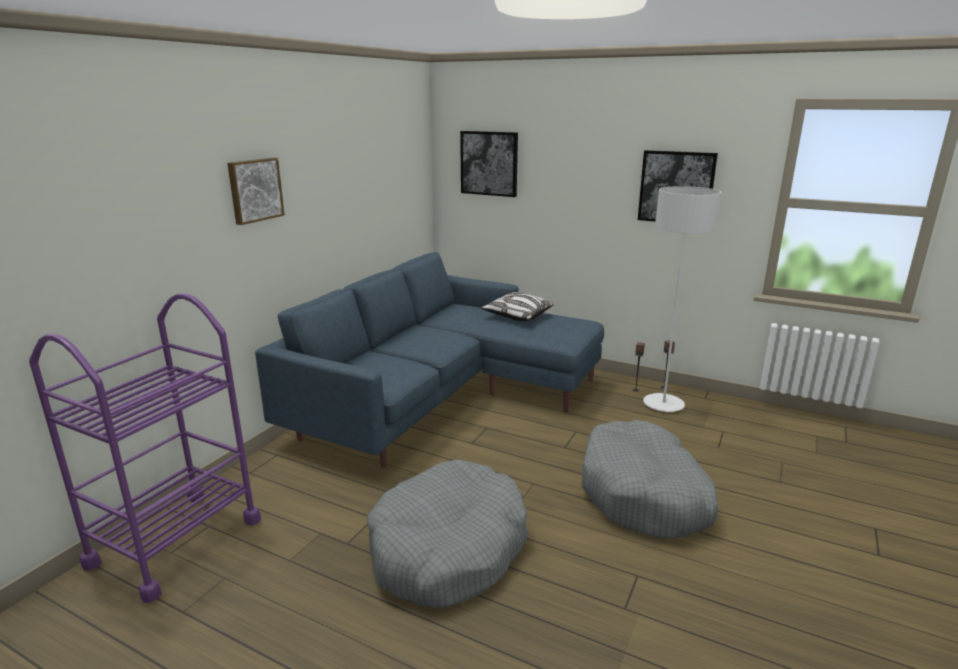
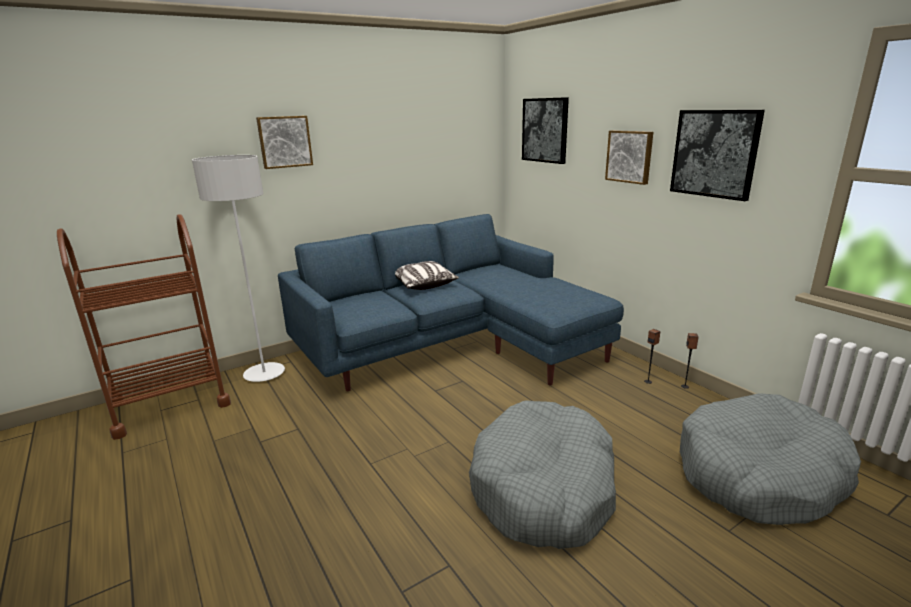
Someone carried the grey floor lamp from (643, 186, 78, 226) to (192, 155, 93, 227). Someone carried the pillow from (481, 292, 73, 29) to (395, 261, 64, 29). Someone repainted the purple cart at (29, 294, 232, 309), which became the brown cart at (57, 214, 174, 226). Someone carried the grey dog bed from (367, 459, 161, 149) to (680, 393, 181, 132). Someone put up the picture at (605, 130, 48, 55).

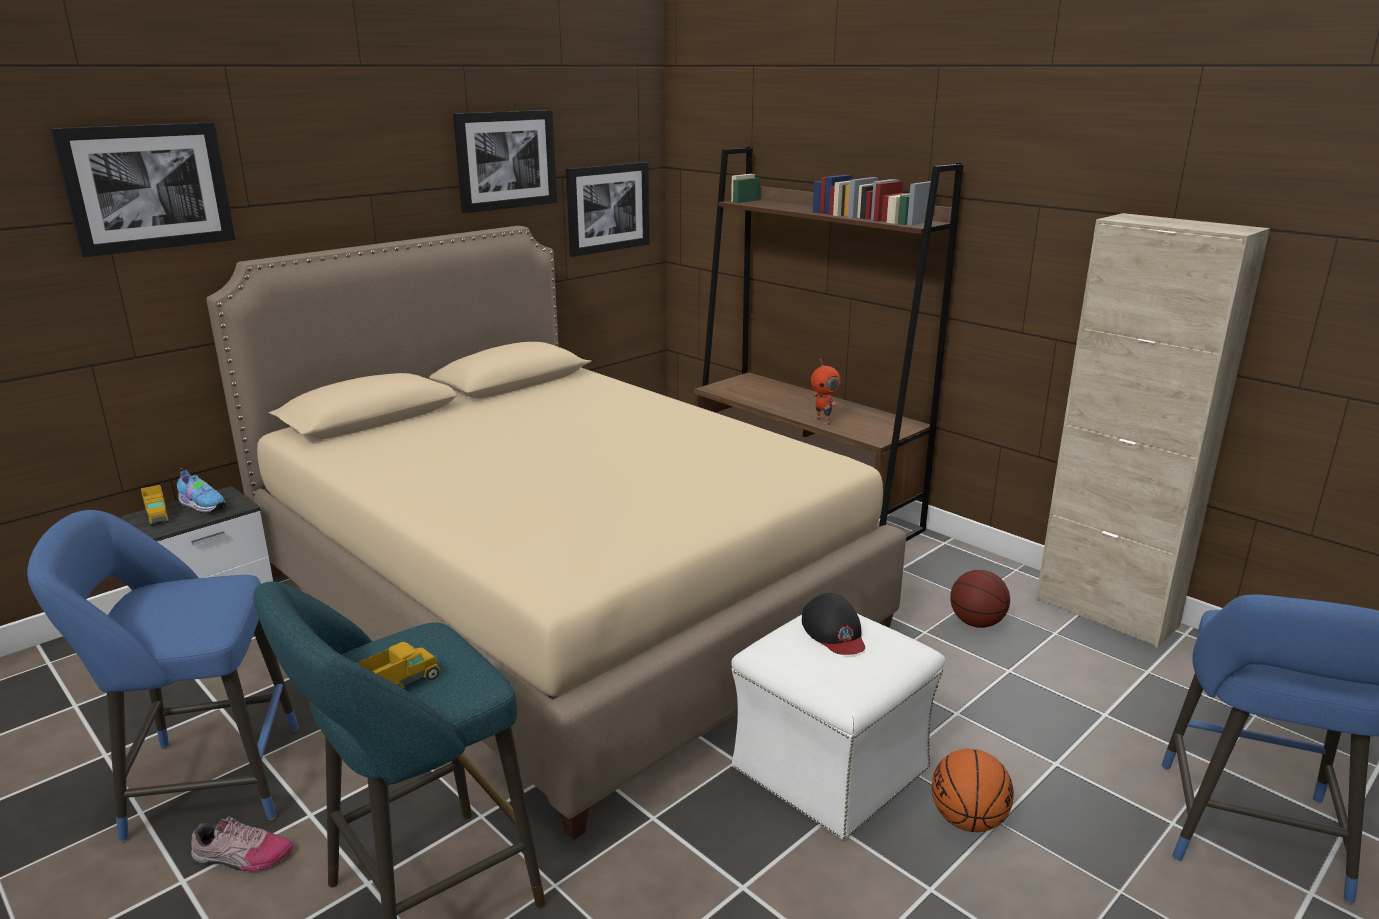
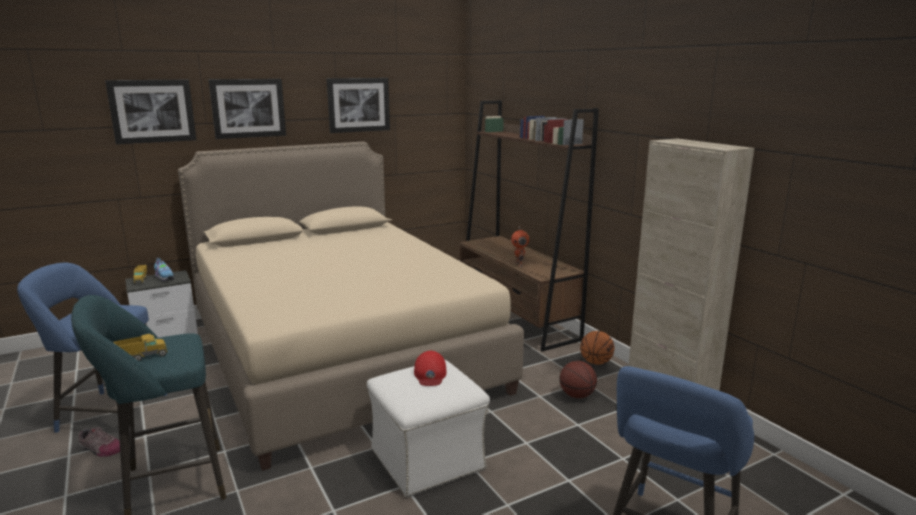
Someone carried the picture from (566, 162, 84, 95) to (209, 79, 77, 60). Someone repainted the black cap at (802, 593, 63, 62), which became the red cap at (414, 351, 33, 35). Someone carried the basketball from (932, 749, 82, 83) to (580, 331, 35, 34).

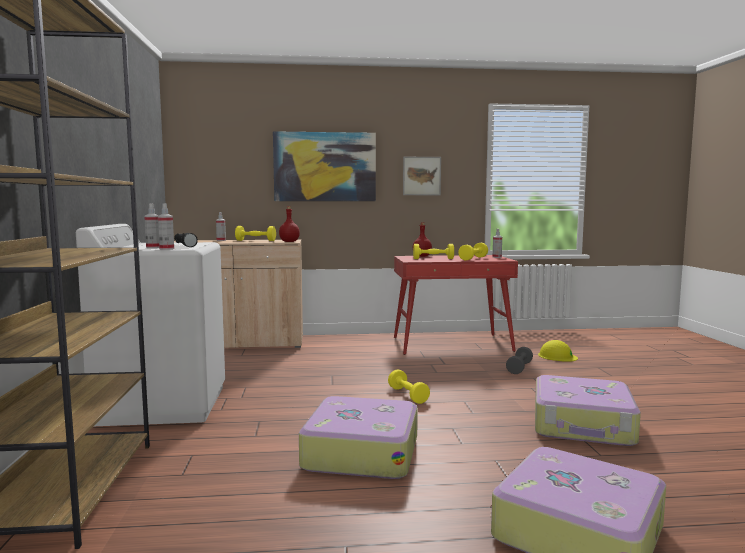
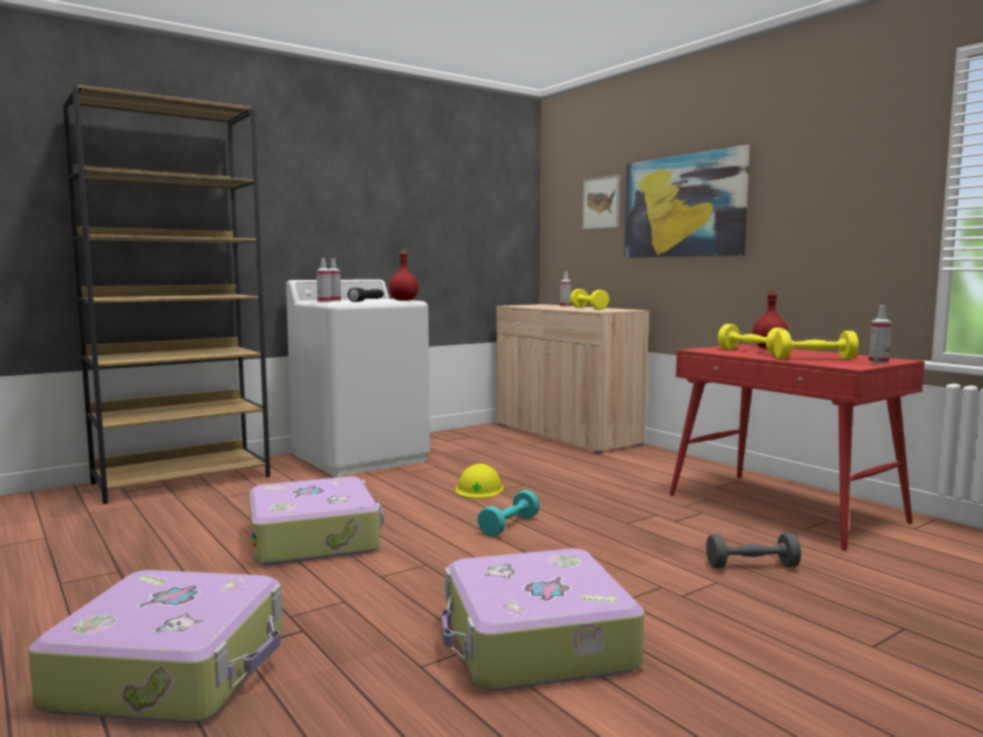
Someone carried the picture from (403, 157, 38, 38) to (582, 175, 38, 55). Someone carried the red bottle from (279, 206, 21, 36) to (389, 250, 29, 51). Someone carried the yellow hard hat from (538, 340, 40, 22) to (456, 464, 48, 34). Someone repainted the yellow dumbbell at (388, 369, 42, 35), which became the turquoise dumbbell at (477, 490, 63, 47).

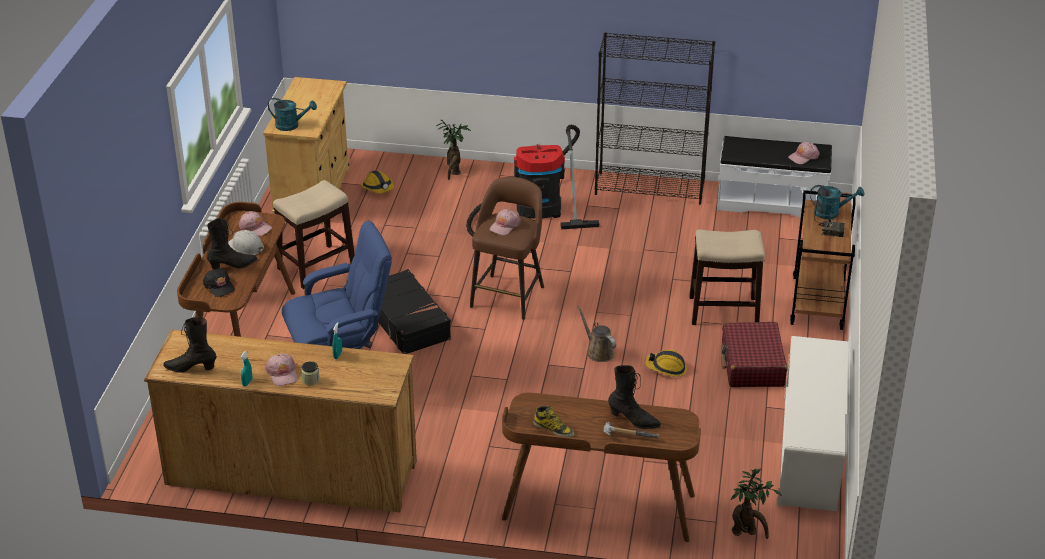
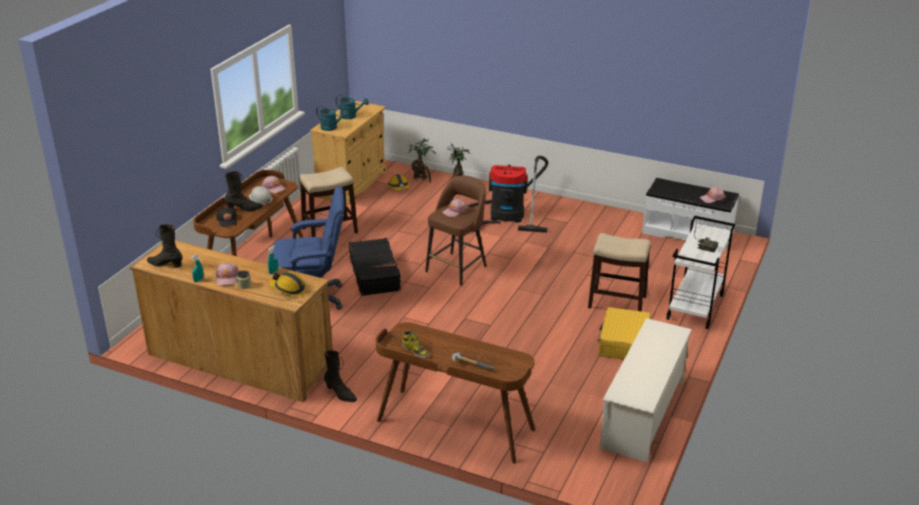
Someone took away the black bookcase at (595, 32, 120, 173). Someone carried the turquoise watering can from (810, 185, 54, 34) to (335, 95, 34, 24). Someone repainted the brown cart at (790, 190, 66, 140), which became the white cart at (667, 216, 69, 113). Someone took away the brown watering can at (577, 306, 39, 56). Someone repainted the red suitcase at (721, 322, 66, 65), which became the yellow suitcase at (598, 307, 53, 53). Someone carried the hard hat from (645, 350, 42, 27) to (269, 272, 38, 24). Someone carried the black boot from (608, 365, 53, 64) to (324, 350, 33, 52). Someone carried the potted plant from (730, 469, 52, 70) to (409, 138, 27, 44).

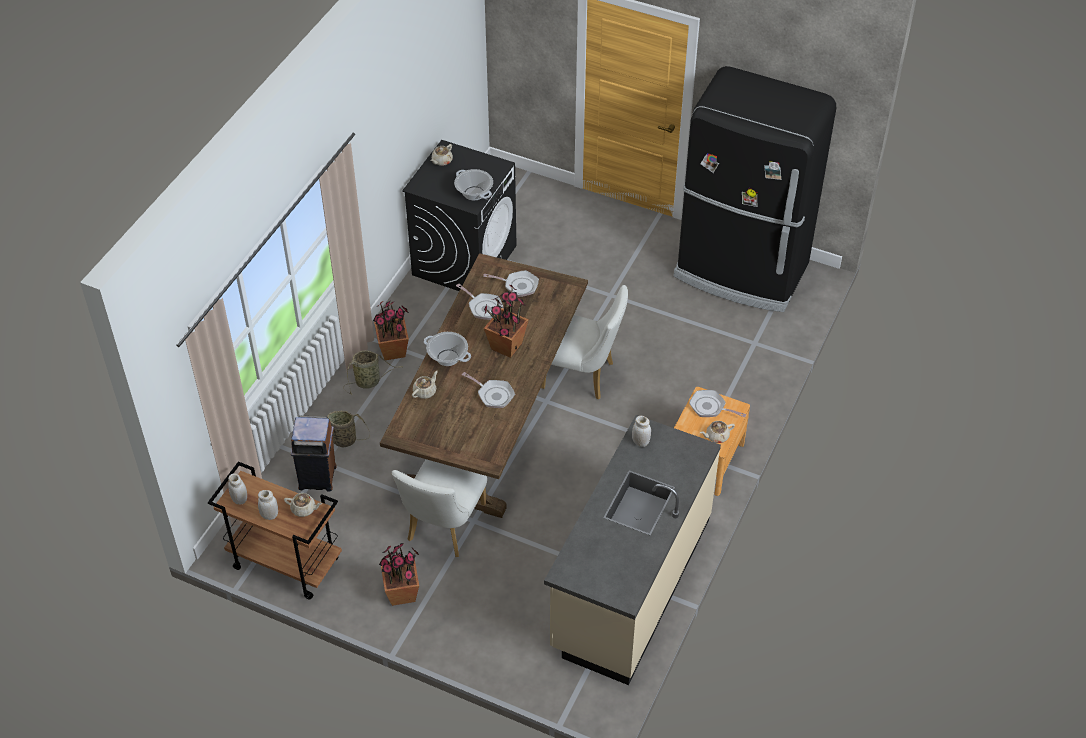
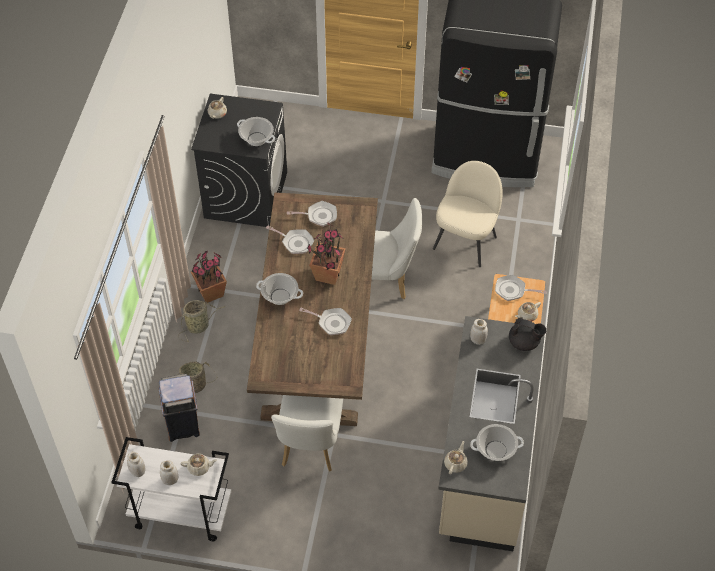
Someone carried the beige teapot from (412, 371, 26, 28) to (444, 441, 24, 33). Someone repainted the brown cart at (208, 462, 134, 138), which became the white cart at (111, 437, 121, 104). Someone took away the potted plant at (379, 543, 41, 63). Someone put down the beige chair at (433, 161, 70, 106). Someone put down the black teapot at (509, 317, 37, 34). Someone put down the cooking pot at (470, 424, 54, 37).

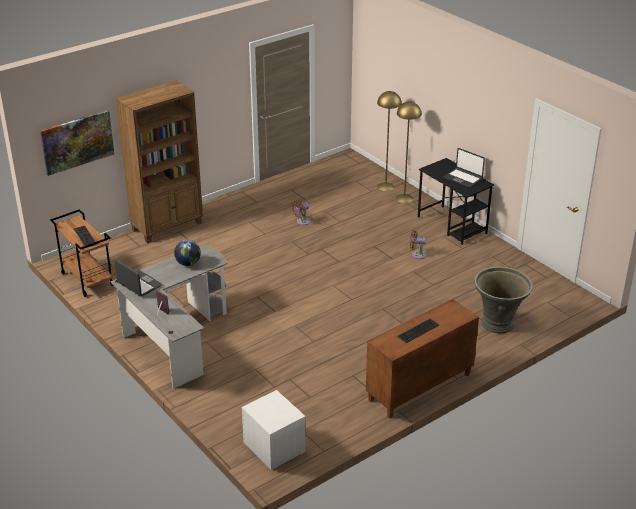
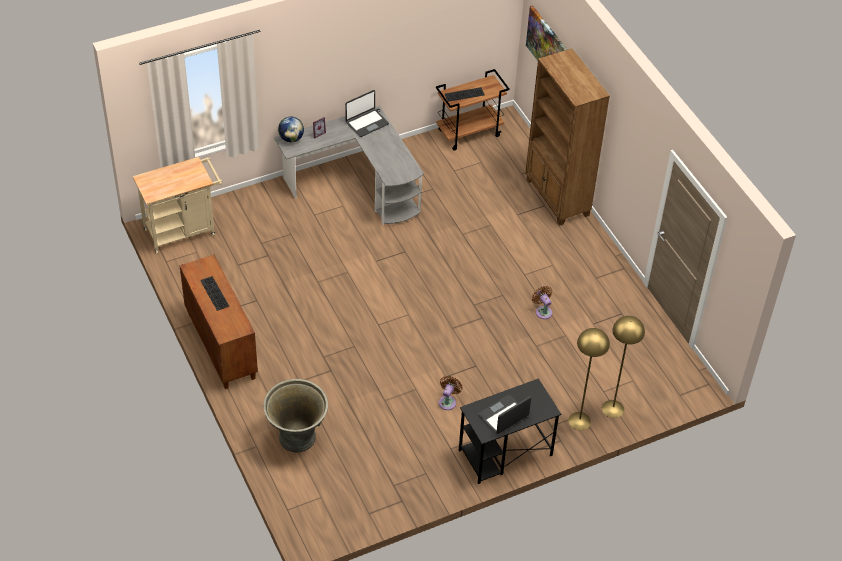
Someone carried the globe from (174, 240, 27, 26) to (278, 117, 26, 25). Someone swapped the white nightstand at (242, 390, 64, 80) for the beige cart at (133, 157, 90, 97).

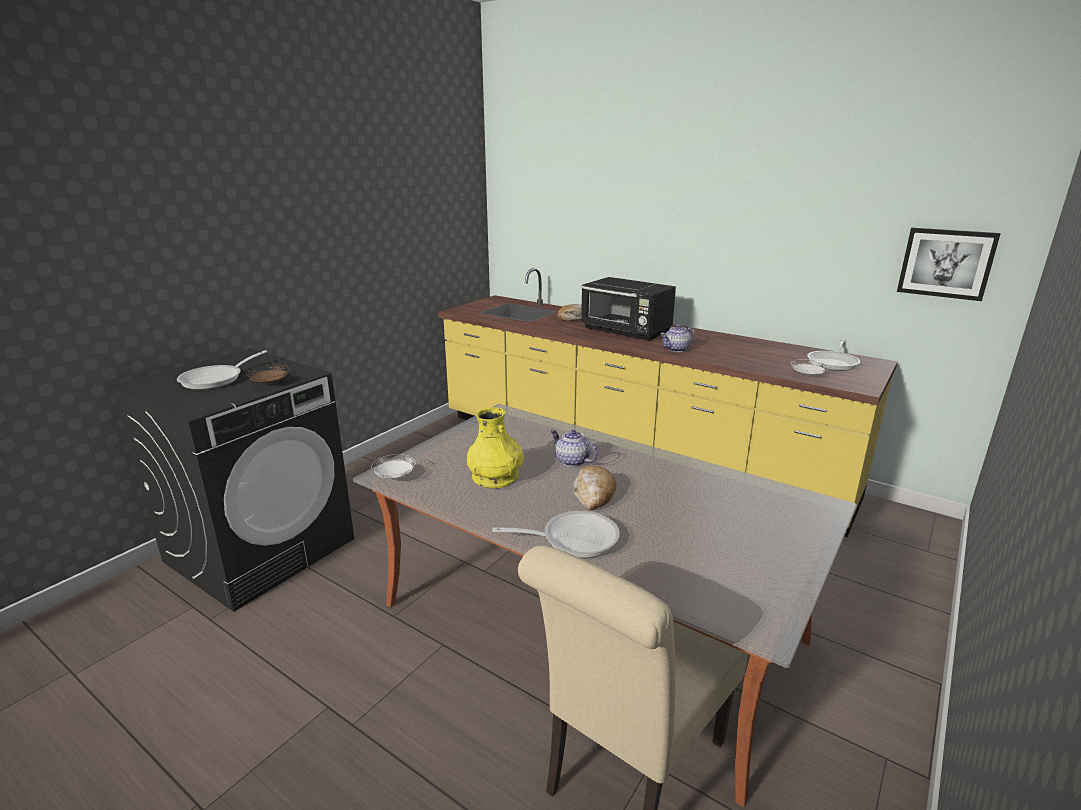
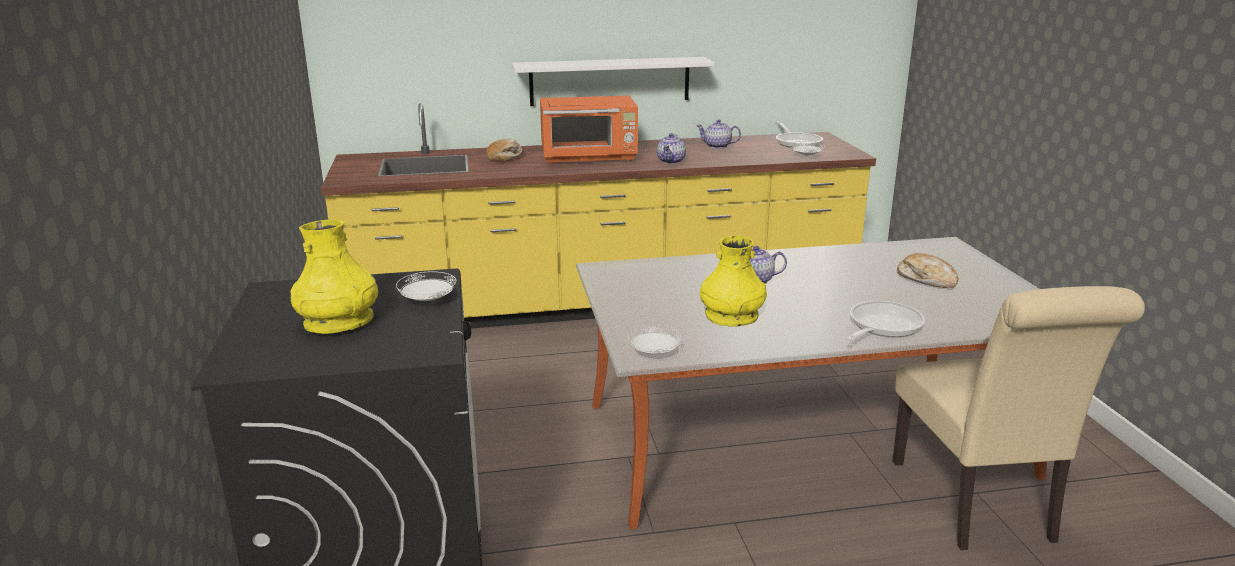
Someone took away the picture at (897, 228, 104, 73). Someone repainted the black microwave at (581, 277, 95, 64), which became the orange microwave at (540, 96, 98, 68). Someone swapped the frying pan at (177, 350, 90, 40) for the yellow vase at (290, 220, 88, 114). Someone repainted the brown plate at (246, 365, 43, 19), which became the white plate at (396, 271, 60, 30). Someone carried the bread from (573, 466, 44, 44) to (897, 253, 62, 35). Someone put up the white shelf at (512, 57, 203, 49). Someone put down the teapot at (696, 120, 45, 29).

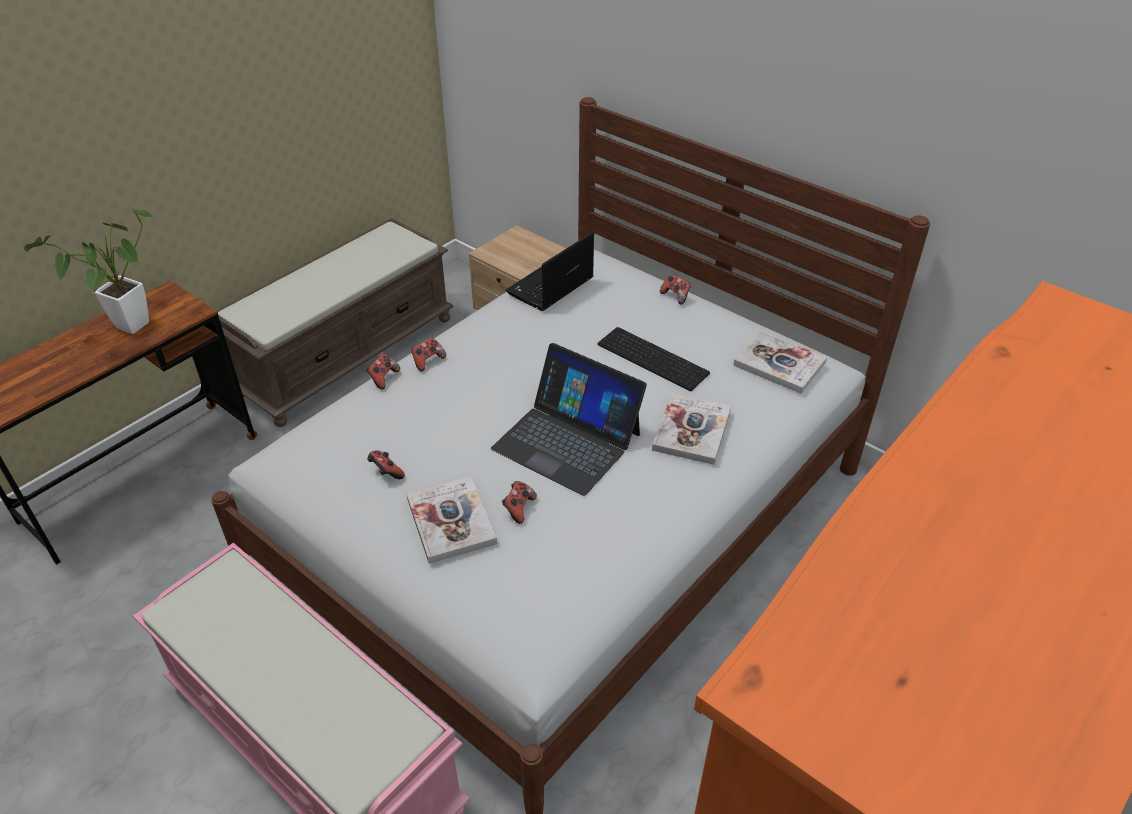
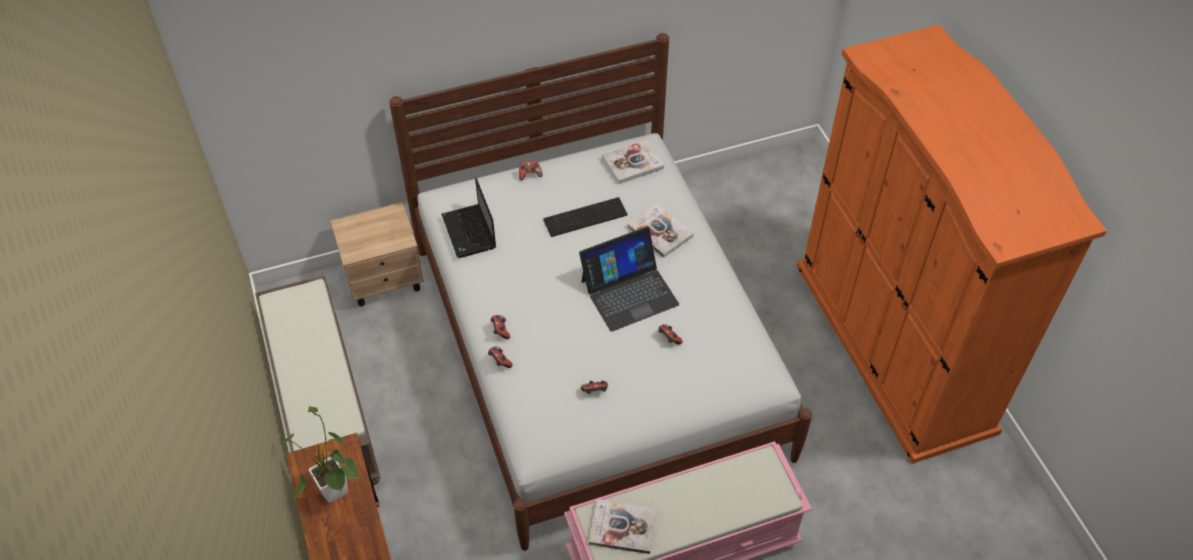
Someone carried the book from (407, 477, 90, 87) to (589, 499, 68, 55).

